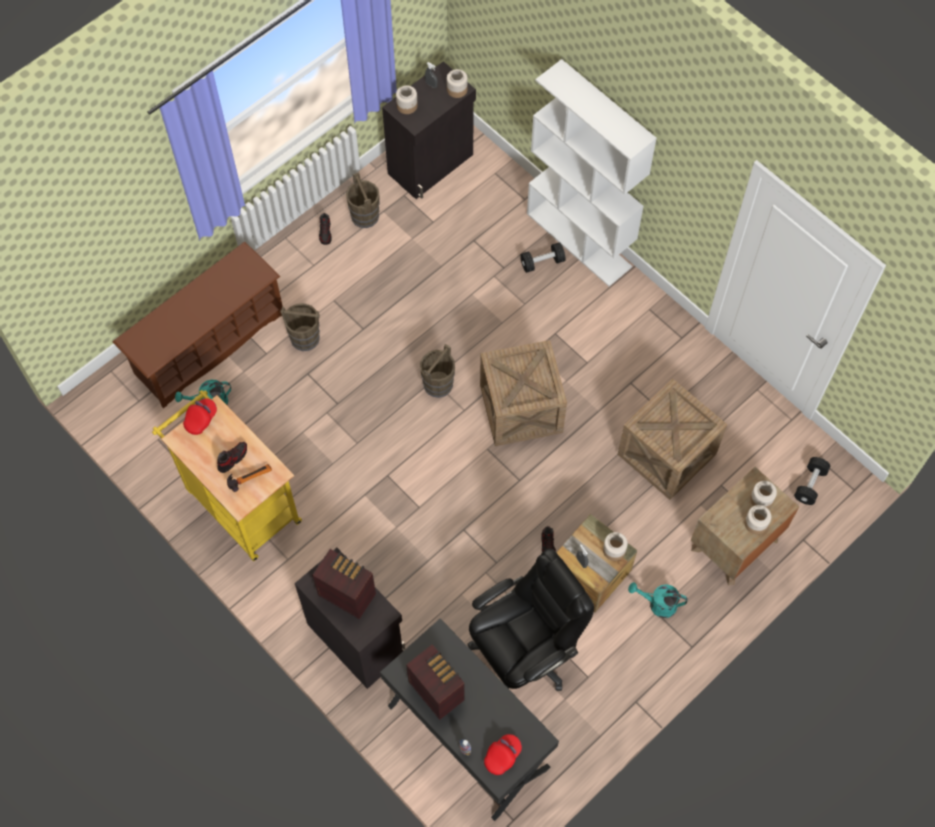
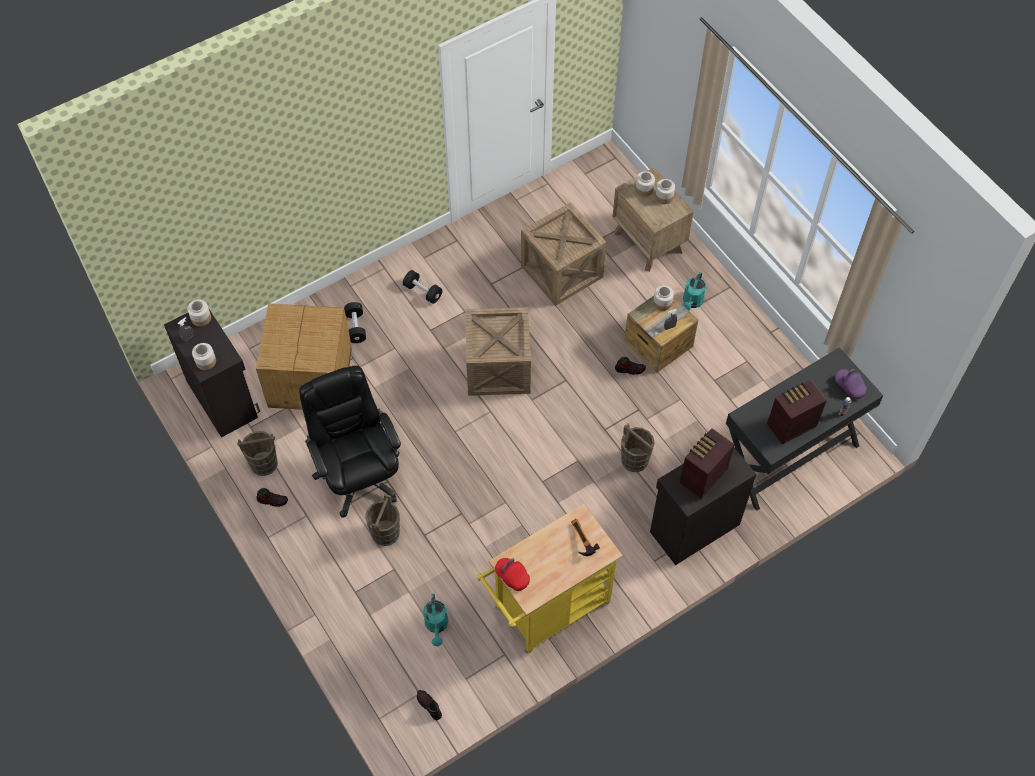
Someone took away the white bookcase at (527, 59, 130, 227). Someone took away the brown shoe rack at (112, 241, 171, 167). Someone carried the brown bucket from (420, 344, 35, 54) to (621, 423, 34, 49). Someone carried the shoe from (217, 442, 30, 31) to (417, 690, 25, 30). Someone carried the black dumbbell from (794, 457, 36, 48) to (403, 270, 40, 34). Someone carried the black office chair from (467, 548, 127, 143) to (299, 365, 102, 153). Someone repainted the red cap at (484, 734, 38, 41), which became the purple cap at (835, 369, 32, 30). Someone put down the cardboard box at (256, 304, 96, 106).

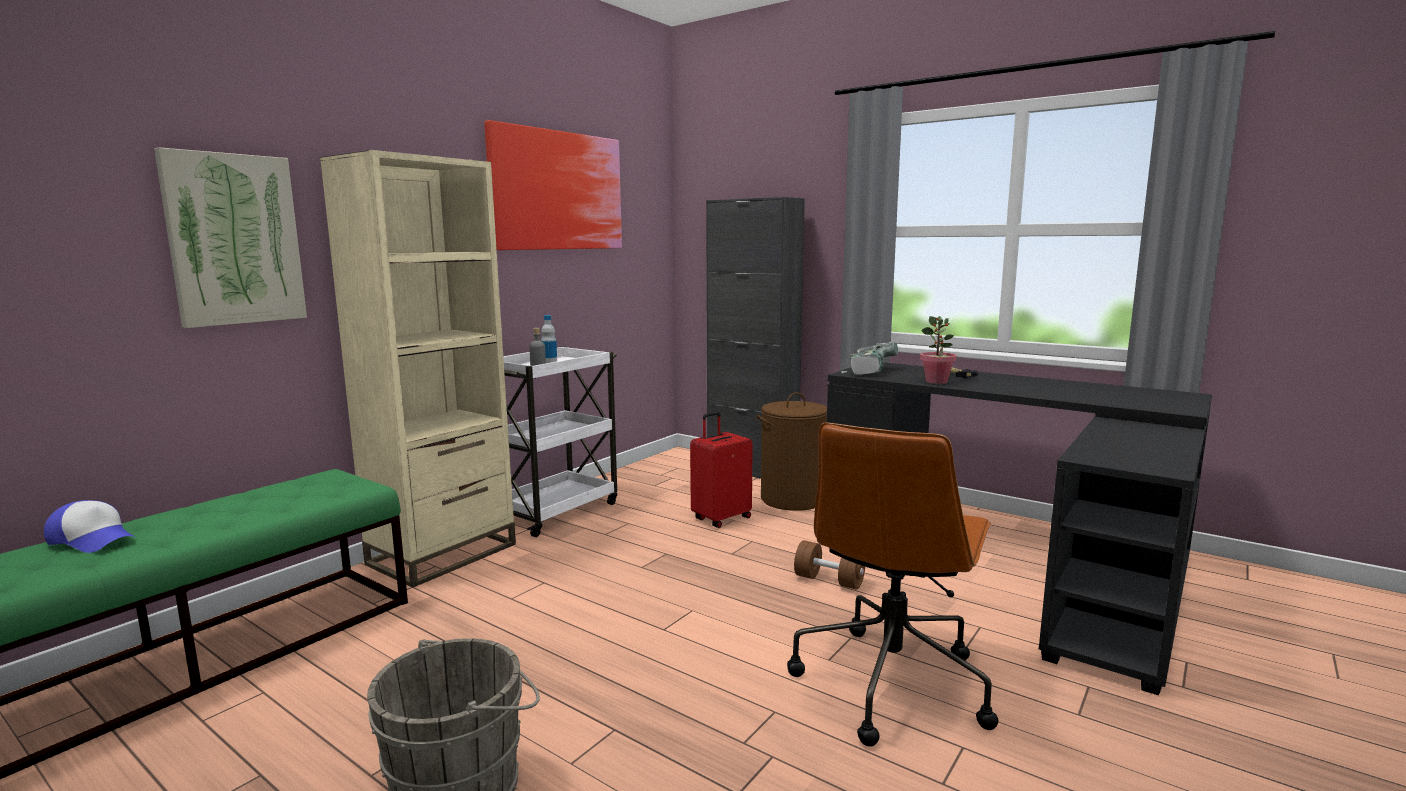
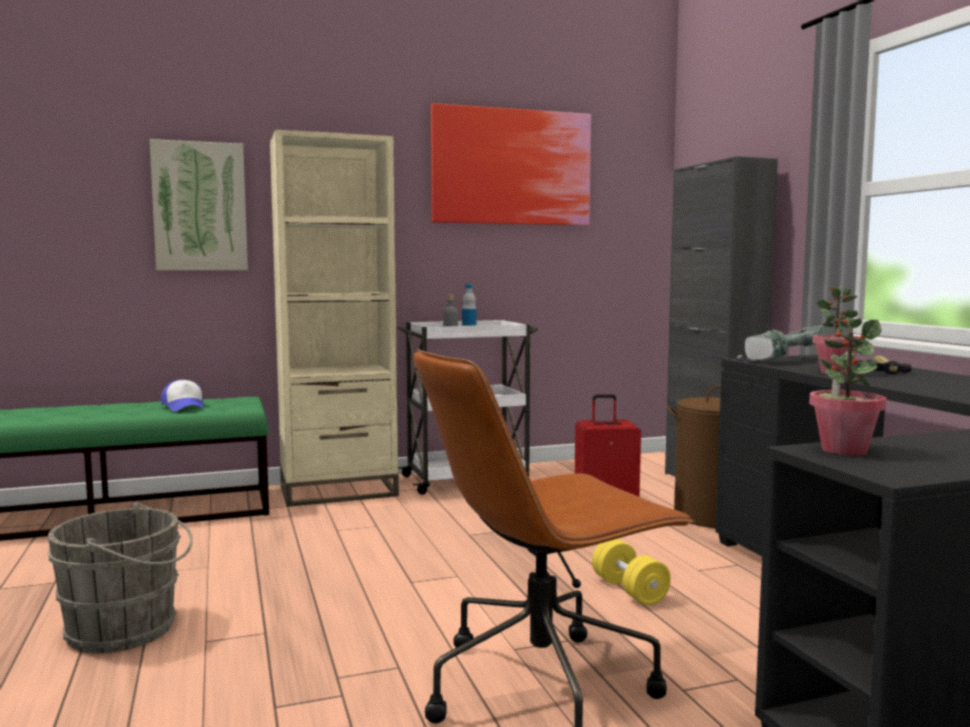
Someone carried the cap from (44, 500, 91, 53) to (161, 380, 43, 32). Someone repainted the brown dumbbell at (794, 540, 71, 50), which became the yellow dumbbell at (592, 539, 79, 66). Someone put down the potted plant at (809, 318, 77, 137).

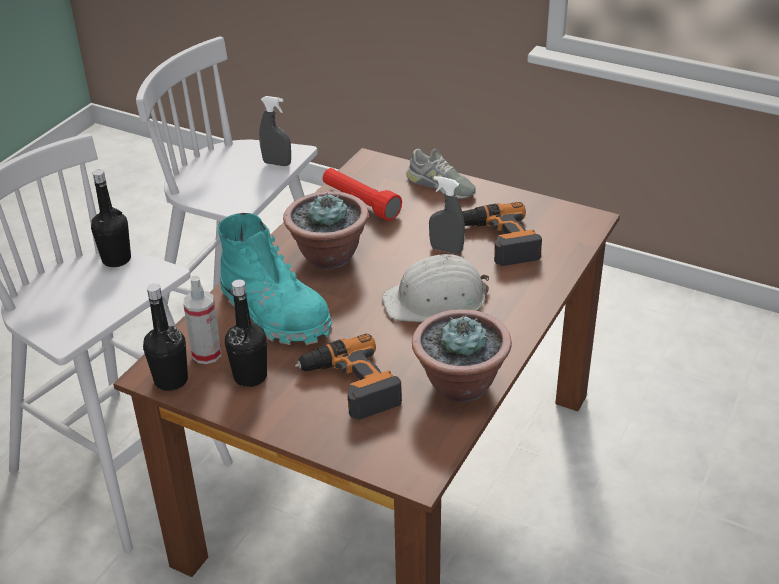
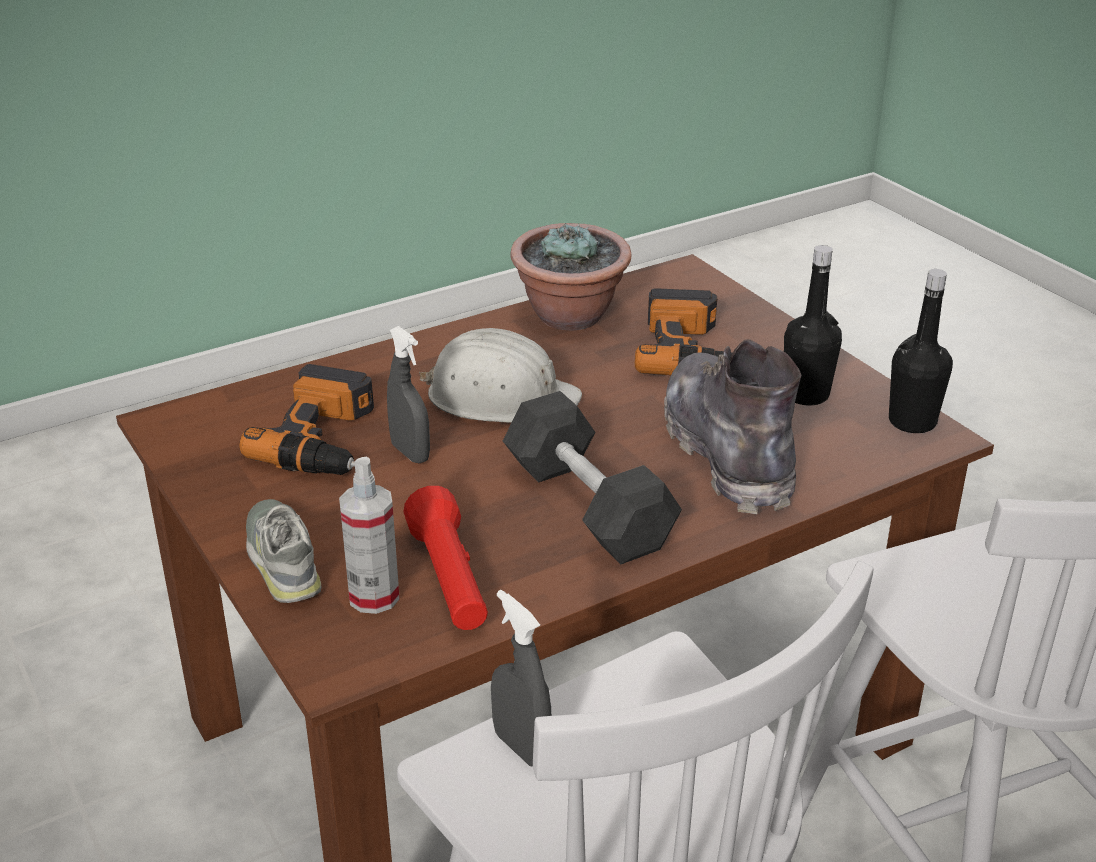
Someone took away the black bottle at (91, 169, 40, 98). Someone swapped the potted plant at (283, 191, 86, 78) for the grey dumbbell at (503, 391, 179, 174). Someone repainted the turquoise boot at (218, 213, 114, 132), which became the grey boot at (664, 339, 137, 175). Someone carried the spray bottle from (183, 276, 39, 88) to (339, 457, 61, 157).

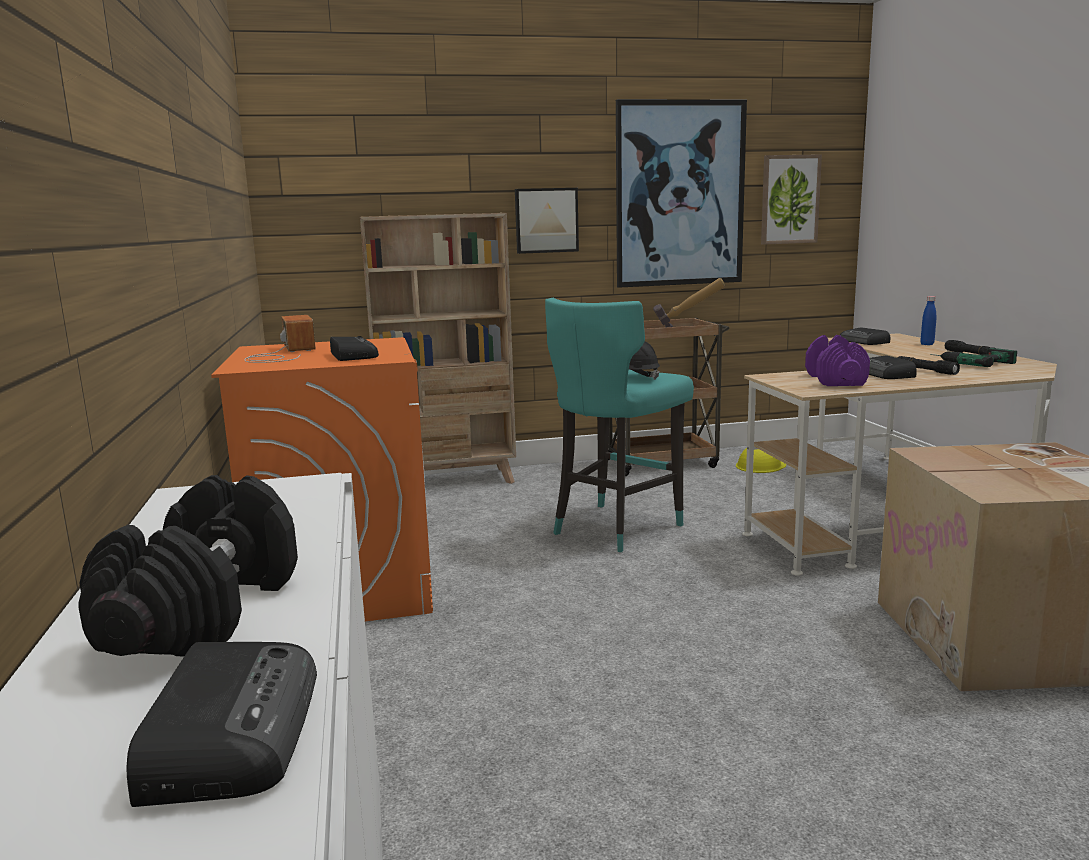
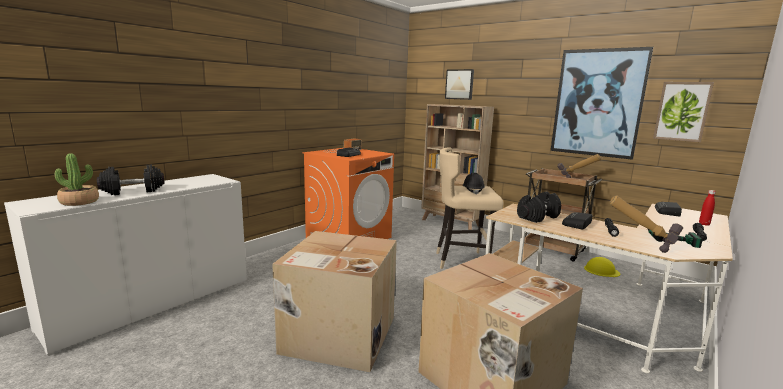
Someone carried the picture from (515, 188, 64, 66) to (445, 69, 29, 31). Someone repainted the blue bottle at (920, 296, 16, 49), which became the red bottle at (699, 190, 17, 36). Someone repainted the turquoise stool at (545, 298, 149, 254), which became the beige stool at (436, 147, 67, 122). Someone repainted the purple dumbbell at (805, 335, 65, 51), which became the black dumbbell at (517, 192, 44, 31). Someone swapped the radio at (127, 642, 190, 165) for the potted plant at (55, 154, 44, 52). Someone put down the hammer at (610, 196, 73, 57). Someone put down the cardboard box at (272, 231, 125, 141).

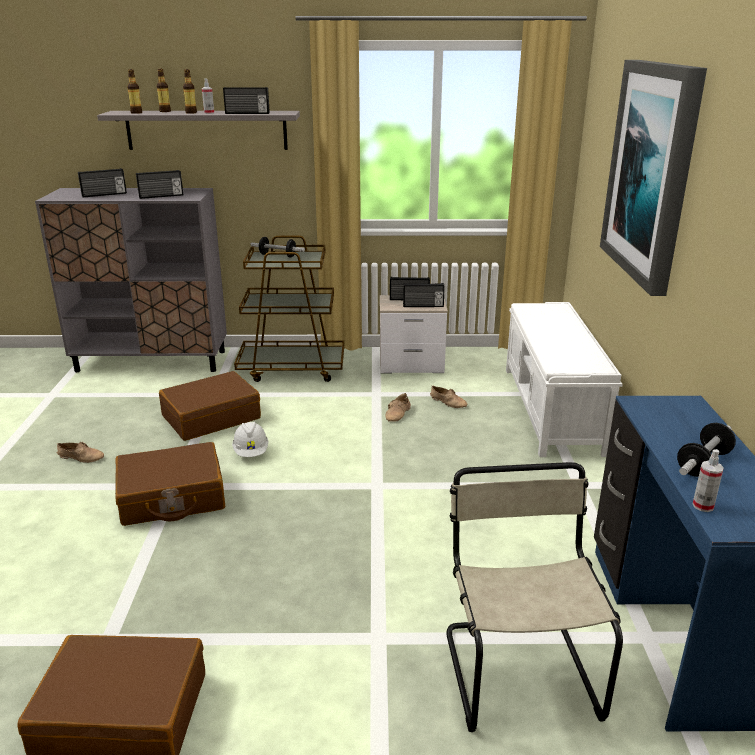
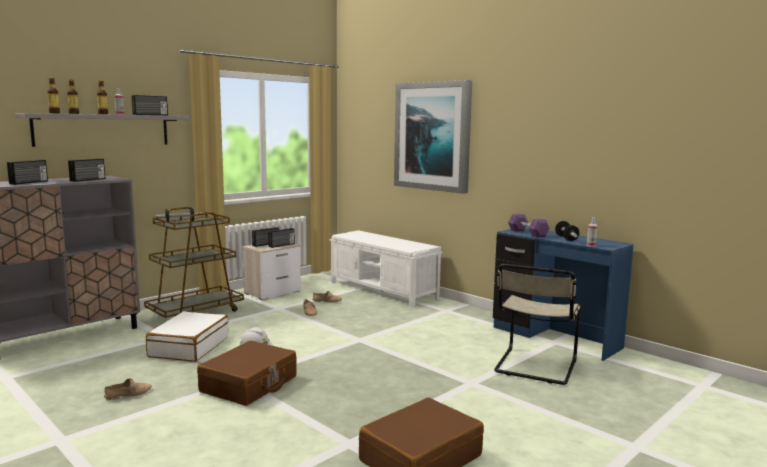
Someone repainted the brown suitcase at (159, 371, 102, 70), which became the white suitcase at (146, 311, 83, 51). Someone rotated the beige chair at (446, 462, 177, 270) by 105 degrees counterclockwise. Someone put down the purple dumbbell at (508, 214, 41, 24).

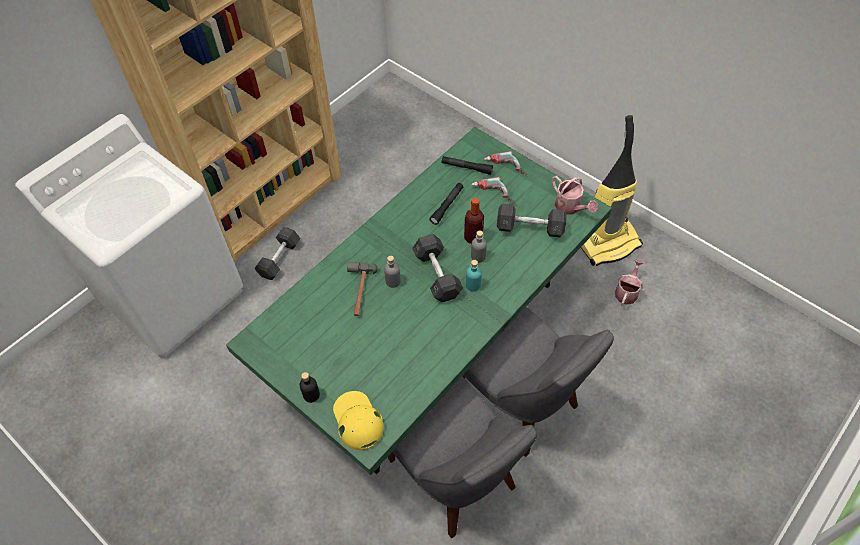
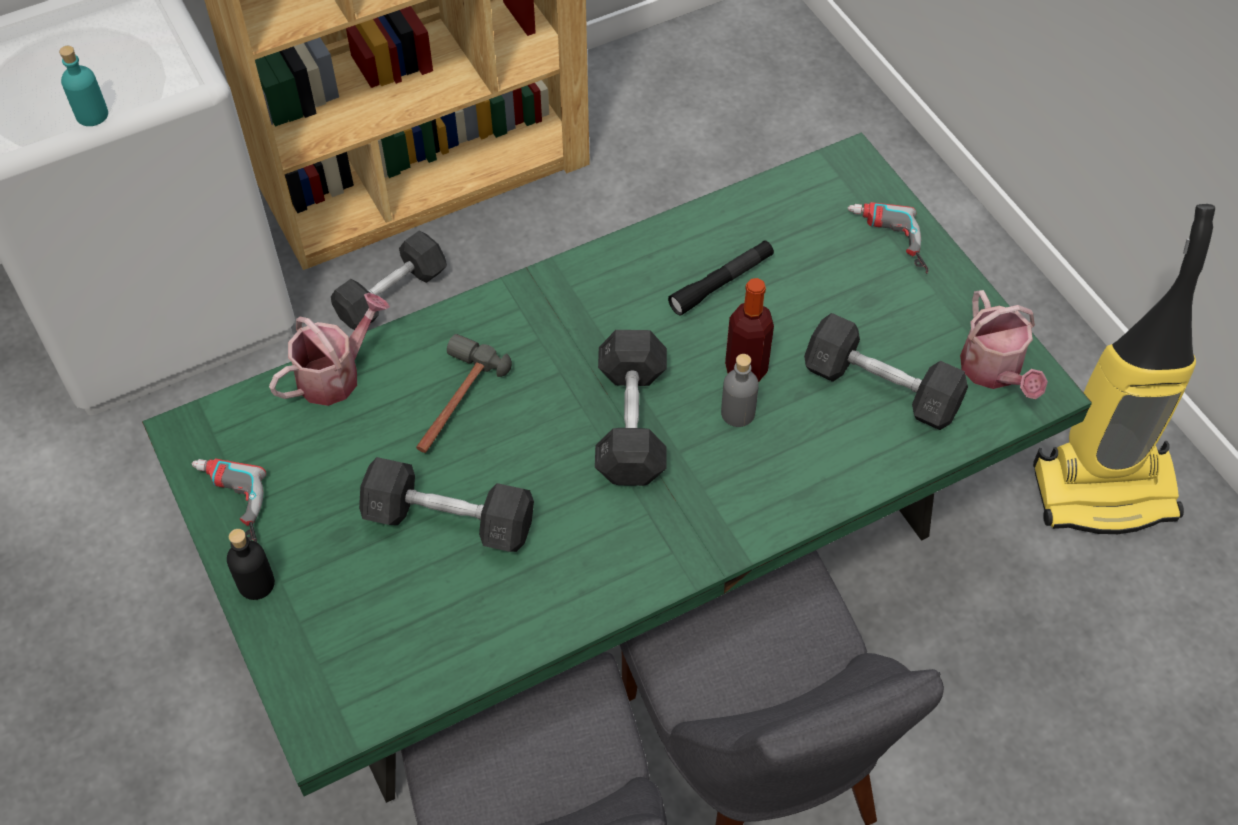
Someone took away the black flashlight at (442, 156, 51, 19). Someone carried the power drill from (471, 177, 44, 27) to (192, 458, 74, 84). Someone took away the grey bottle at (384, 256, 17, 32). Someone carried the turquoise bottle from (466, 260, 16, 32) to (59, 46, 49, 80). Someone carried the watering can from (615, 260, 29, 46) to (269, 293, 121, 113). Someone took away the yellow cap at (333, 391, 51, 59). Someone put down the grey dumbbell at (359, 457, 175, 95).

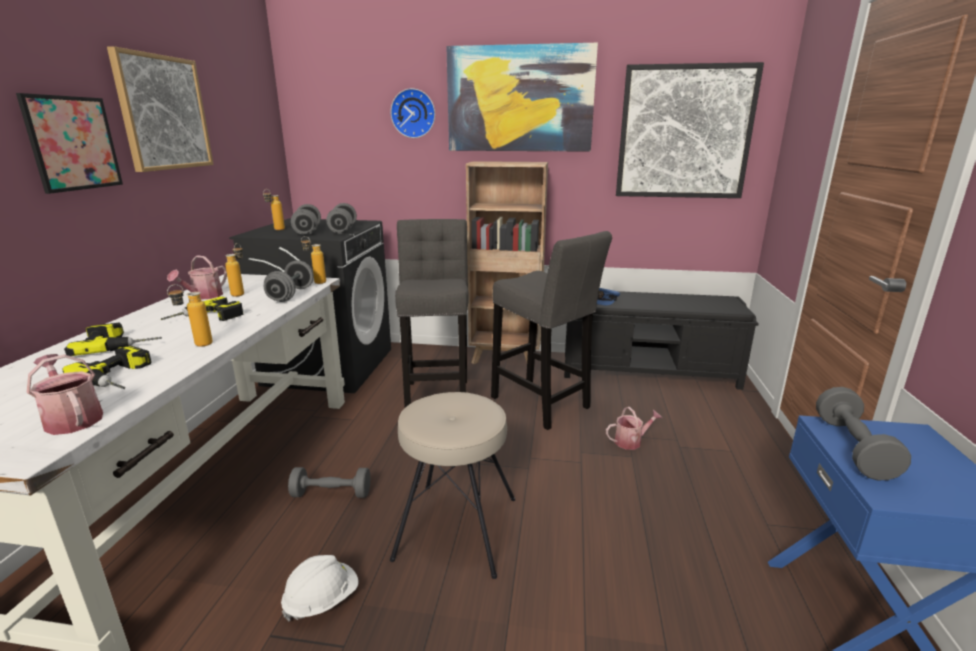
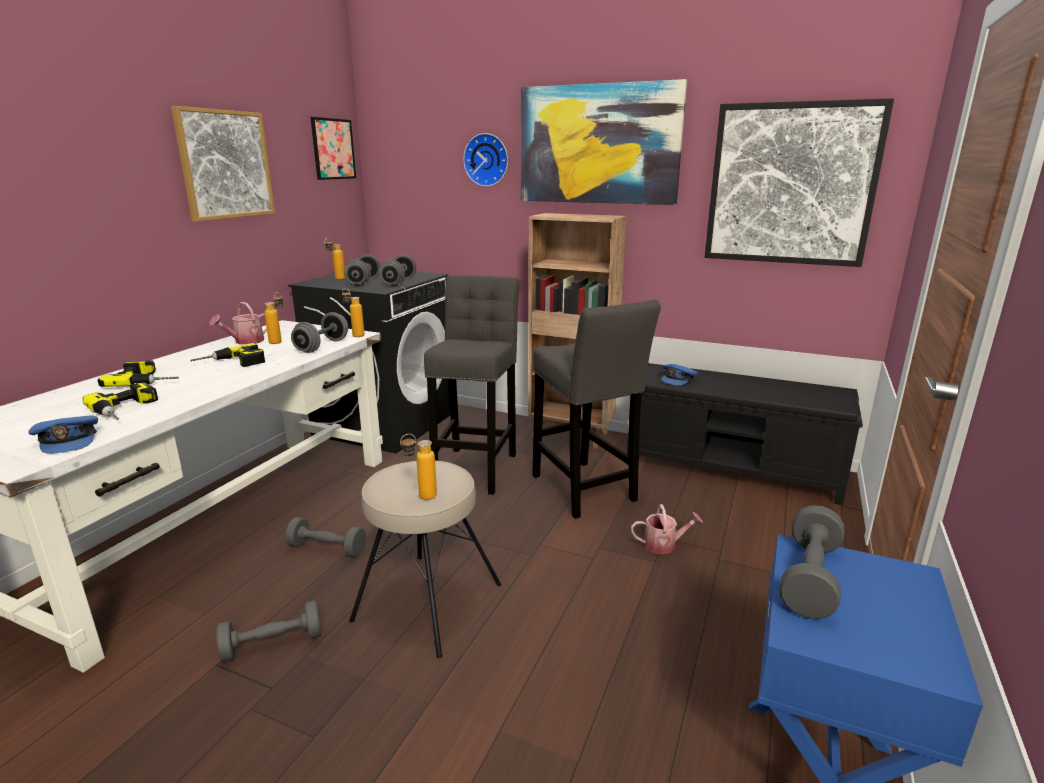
Someone carried the picture from (16, 93, 107, 101) to (311, 117, 45, 63). Someone carried the bottle from (167, 284, 46, 63) to (400, 434, 37, 66). Someone swapped the watering can at (27, 354, 76, 81) for the blue cap at (29, 416, 69, 38). Someone swapped the white hard hat at (281, 555, 78, 67) for the grey dumbbell at (216, 600, 105, 62).

